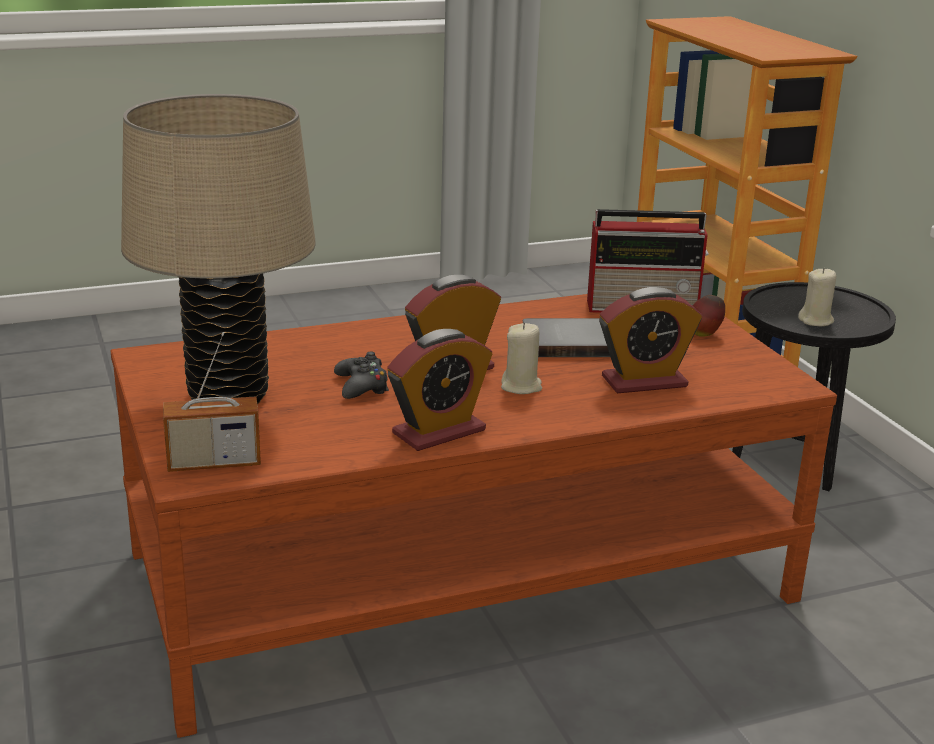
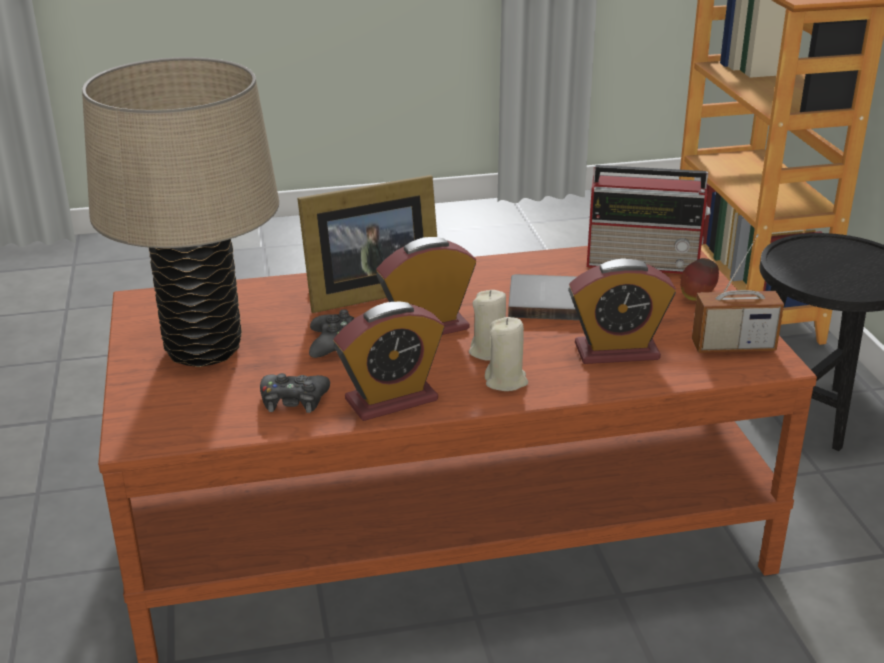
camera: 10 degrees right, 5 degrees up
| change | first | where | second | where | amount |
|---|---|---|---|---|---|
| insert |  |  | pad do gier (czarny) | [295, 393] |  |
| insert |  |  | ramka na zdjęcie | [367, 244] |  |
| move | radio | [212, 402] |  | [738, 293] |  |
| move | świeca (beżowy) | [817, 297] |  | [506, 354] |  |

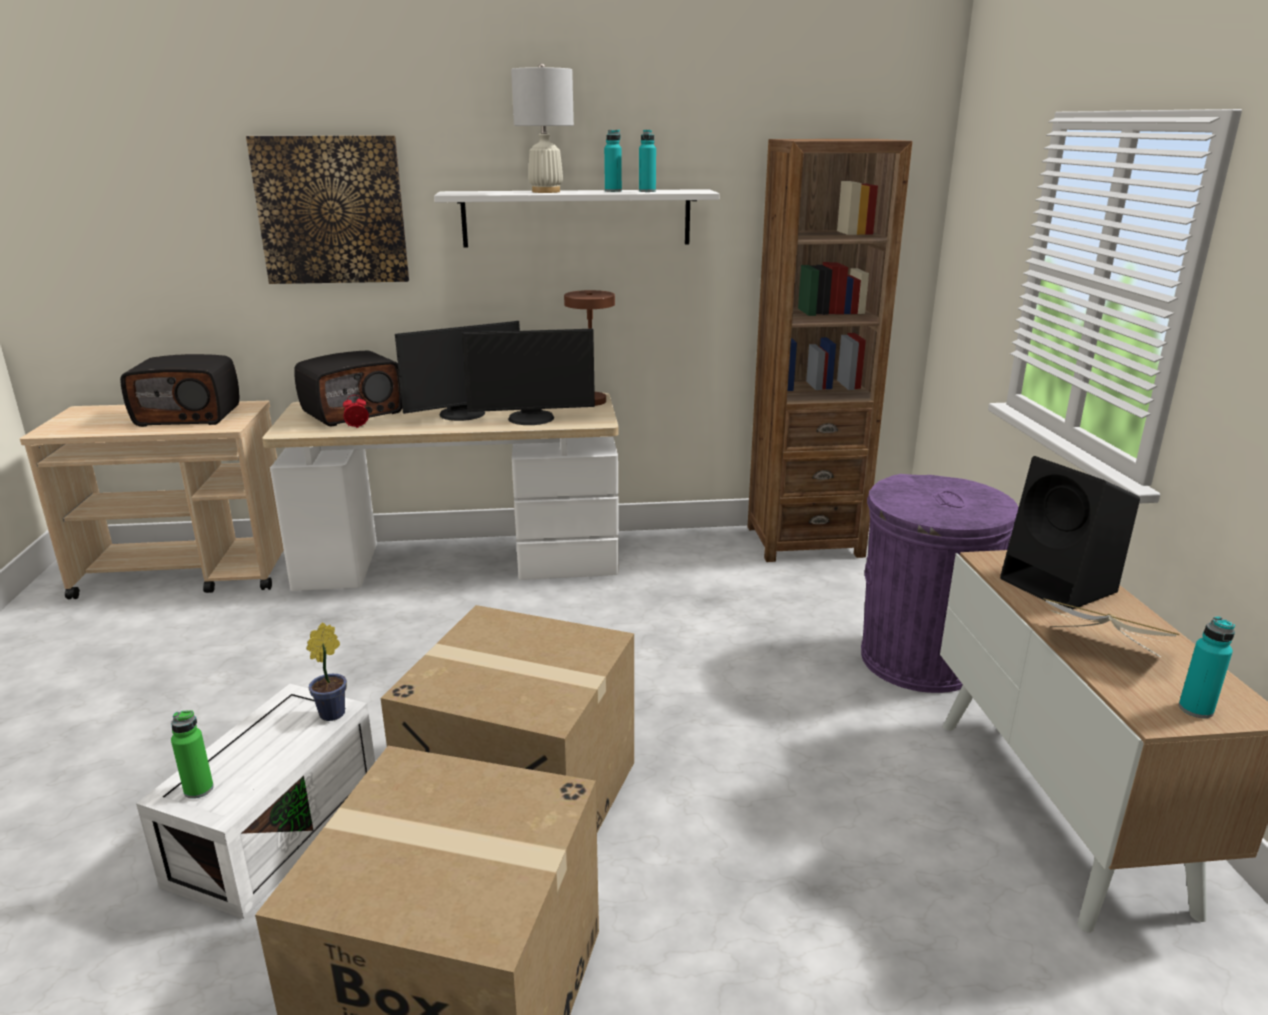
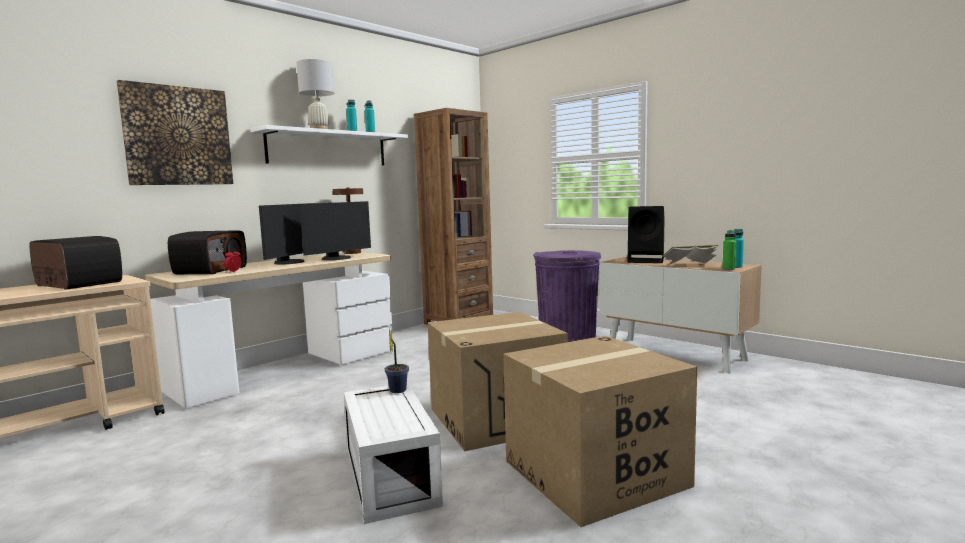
camera: 40 degrees left, 15 degrees down
| change | first | where | second | where | amount |
|---|---|---|---|---|---|
| move | butelka (zielony) | [192, 754] |  | [729, 250] |  |
| rotate | radio | [179, 390] |  | [75, 263] | 105 degrees counterclockwise |

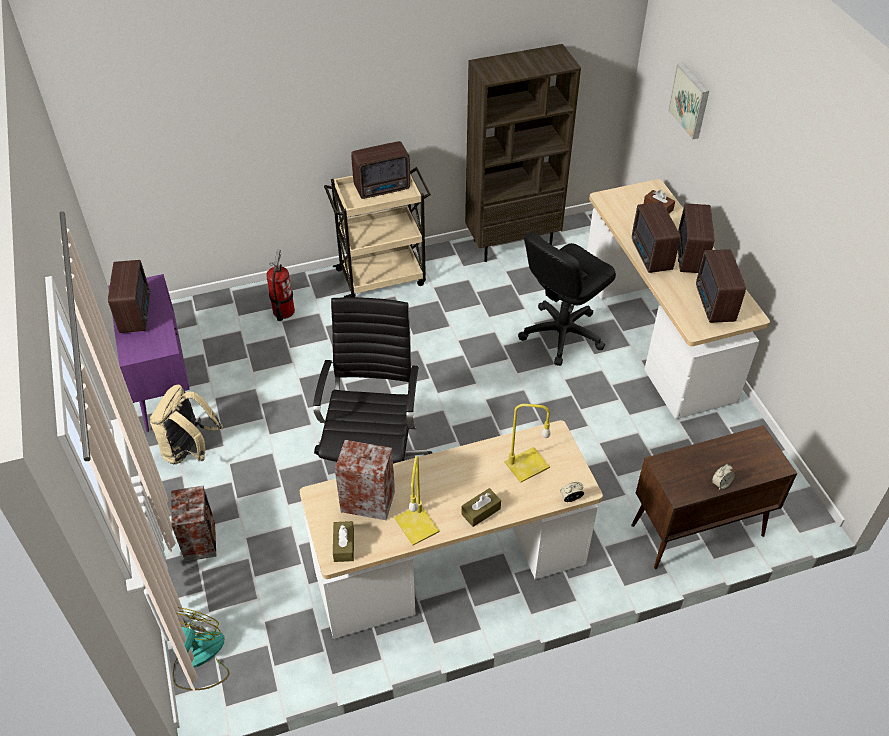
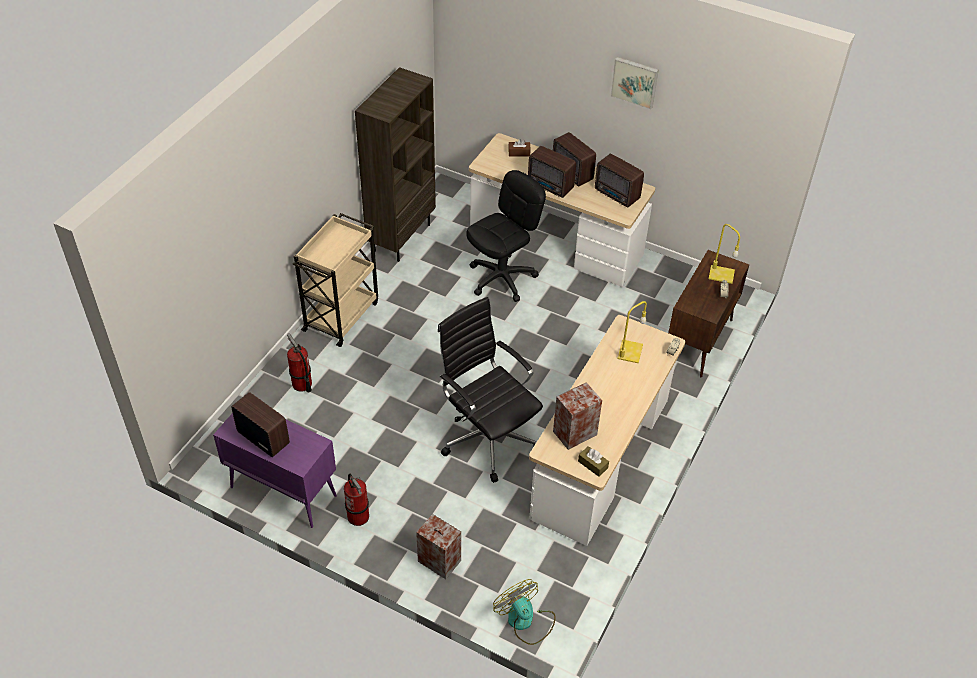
camera: 45 degrees left, 0 degrees up
| change | first | where | second | where | amount |
|---|---|---|---|---|---|
| delete | radio | [380, 170] |  |  |  |
| delete | pudełko chusteczek (brązowy) | [481, 507] |  |  |  |
| move | lampa stołowa (żółty) | [416, 500] |  | [724, 254] |  |
| move | obraz | [688, 101] |  | [634, 83] |  |
| replace | plecak (beżowy) | [186, 424] | gaśnica | [356, 500] |  |
| rotate | krzesło biurowe (czarny) | [567, 299] |  | [506, 236] | 135 degrees counterclockwise |

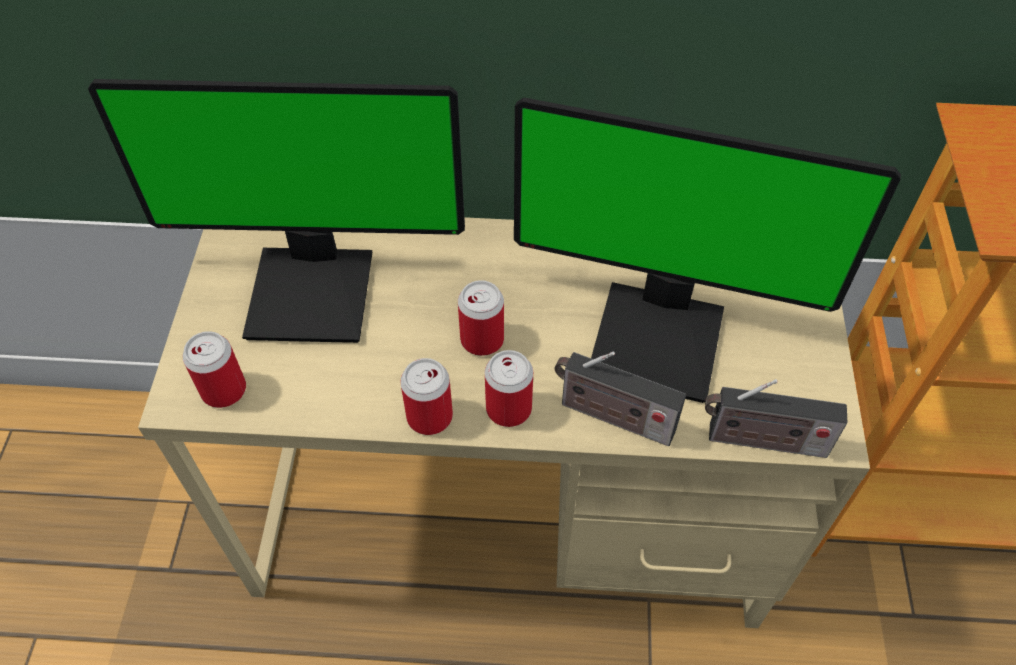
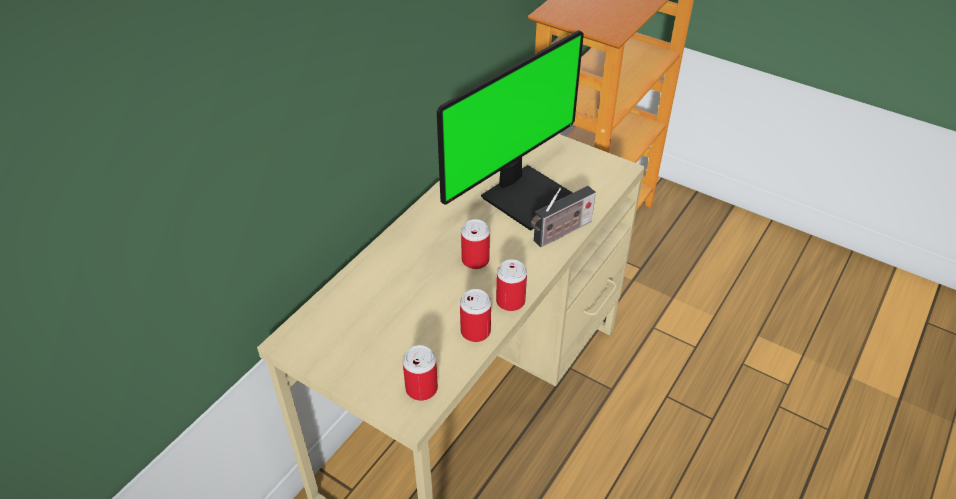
camera: 60 degrees left, 10 degrees down
| change | first | where | second | where | amount |
|---|---|---|---|---|---|
| delete | monitor | [276, 211] |  |  |  |
| delete | radio | [776, 418] |  |  |  |
| move | puszka | [509, 388] |  | [475, 315] |  |

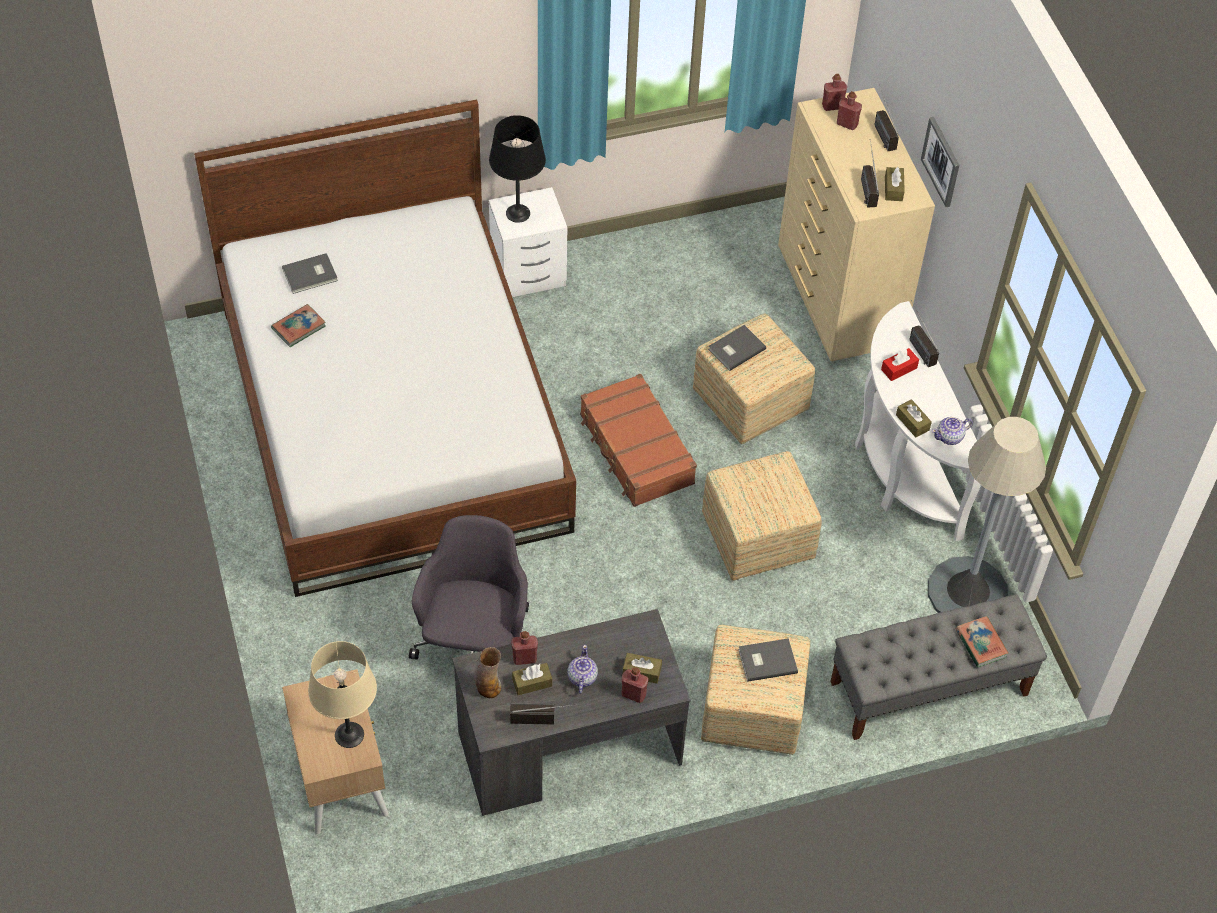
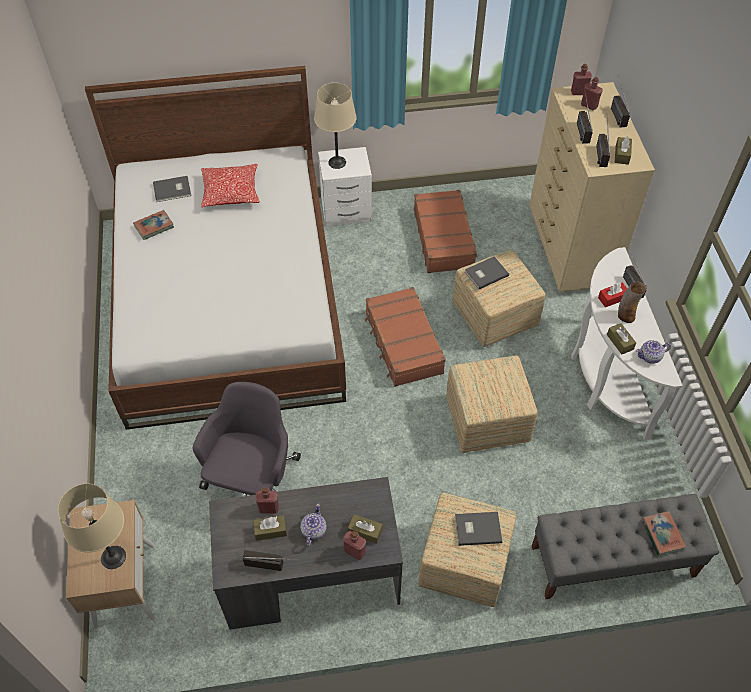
camera: 10 degrees right, 0 degrees up
| change | first | where | second | where | amount |
|---|---|---|---|---|---|
| delete | obraz | [940, 162] |  |  |  |
| delete | lampa stojąca (szary) | [987, 515] |  |  |  |
| insert |  |  | poduszka | [230, 185] |  |
| insert |  |  | walizka (brązowy) | [445, 231] |  |
| insert |  |  | radio | [585, 118] |  |
| move | wazon | [487, 672] |  | [632, 302] |  |
| recolor | lampa stołowa (czarny) | [517, 169] | lampa stołowa (beżowy) | [335, 126] |  |

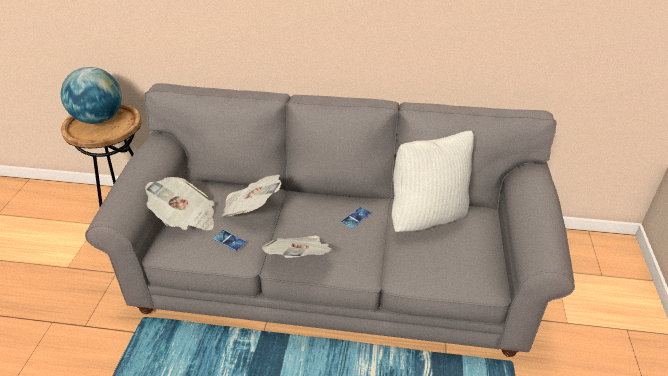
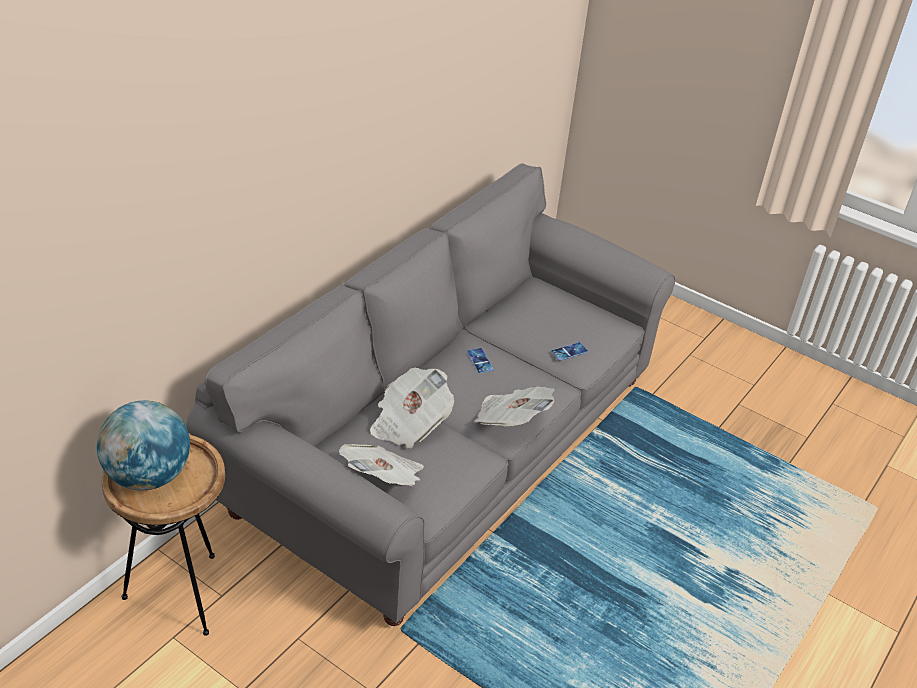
camera: 65 degrees left, 0 degrees up
| change | first | where | second | where | amount |
|---|---|---|---|---|---|
| delete | poduszka (biały) | [433, 181] |  |  |  |
| move | telefon | [230, 240] |  | [569, 351] |  |

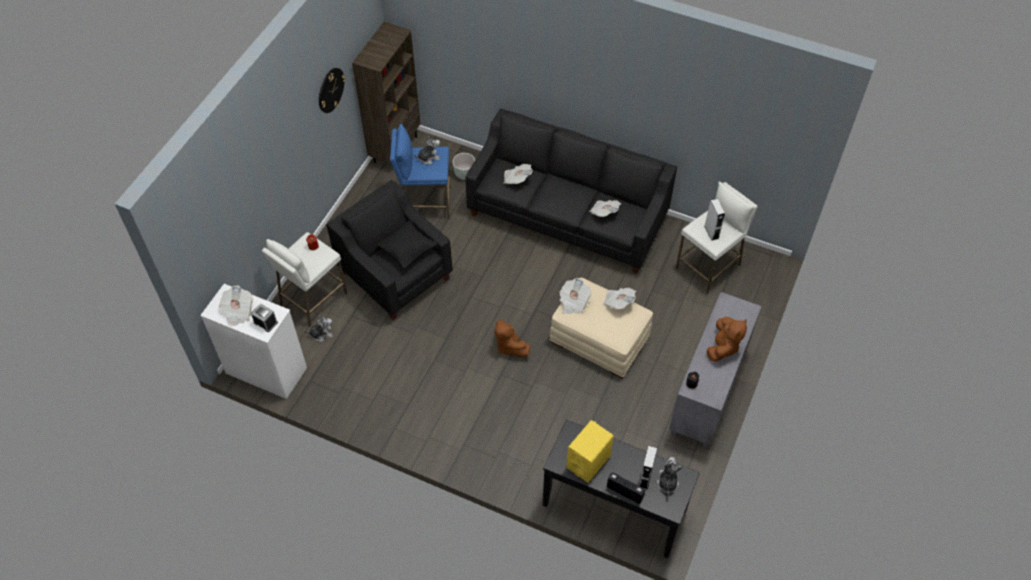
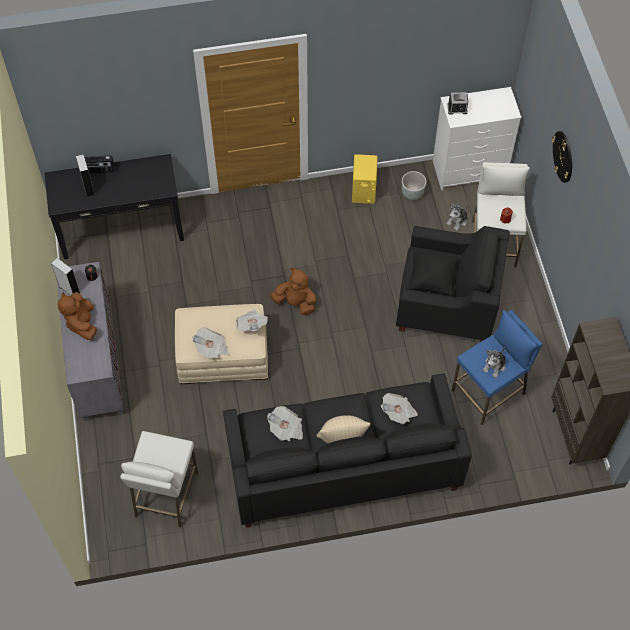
camera: 145 degrees right, 5 degrees up
| change | first | where | second | where | amount |
|---|---|---|---|---|---|
| delete | gazeta | [236, 306] |  |  |  |
| delete | pluszak | [669, 476] |  |  |  |
| insert |  |  | poduszka (beżowy) | [343, 429] |  |
| move | zegar ścienny | [332, 90] |  | [562, 157] |  |
| move | donica (szary) | [464, 166] |  | [414, 185] |  |
| move | głośnik (żółty) | [590, 451] |  | [365, 179] |  |
| move | głośnik (szary) | [714, 220] |  | [65, 277] |  |

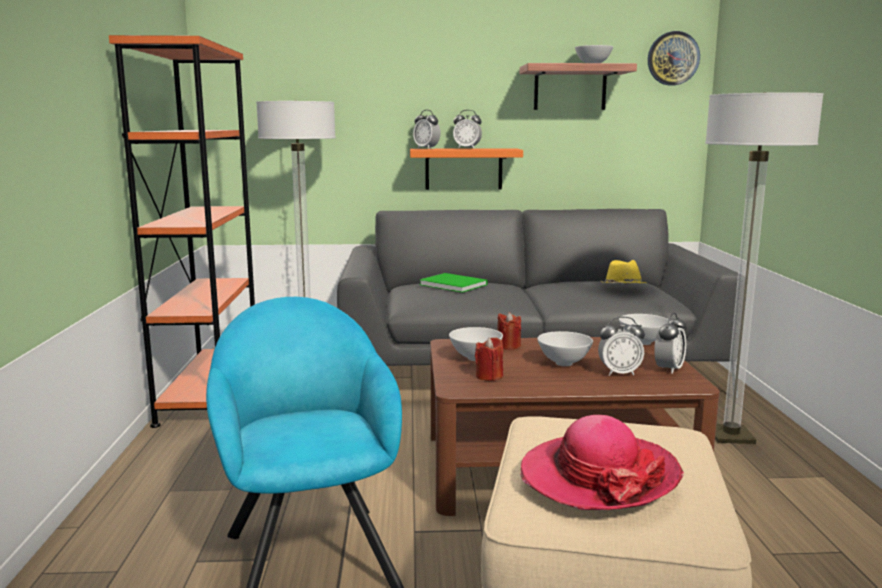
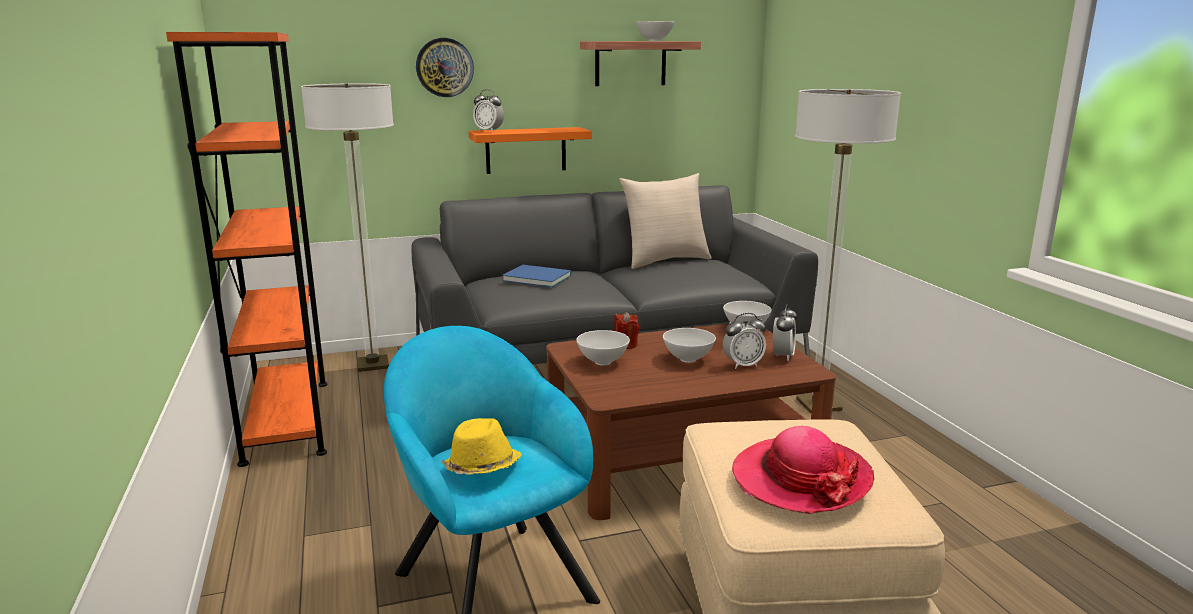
camera: 15 degrees left, 5 degrees up
| change | first | where | second | where | amount |
|---|---|---|---|---|---|
| delete | budzik | [467, 129] |  |  |  |
| delete | świeca (czerwony) | [489, 359] |  |  |  |
| insert |  |  | poduszka (beżowy) | [665, 221] |  |
| move | kapelusz (żółty) | [623, 271] |  | [481, 446] |  |
| move | zegar ścienny | [674, 58] |  | [445, 67] |  |
| recolor | książka (zielony) | [454, 282] | książka (niebieski) | [537, 276] |  |

